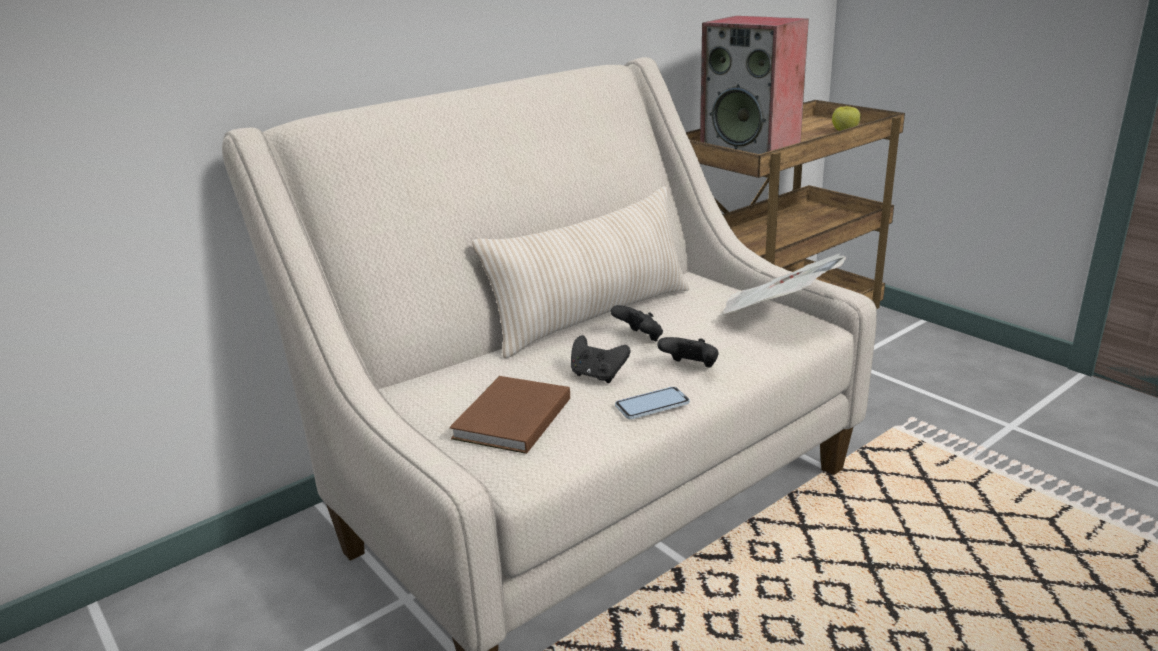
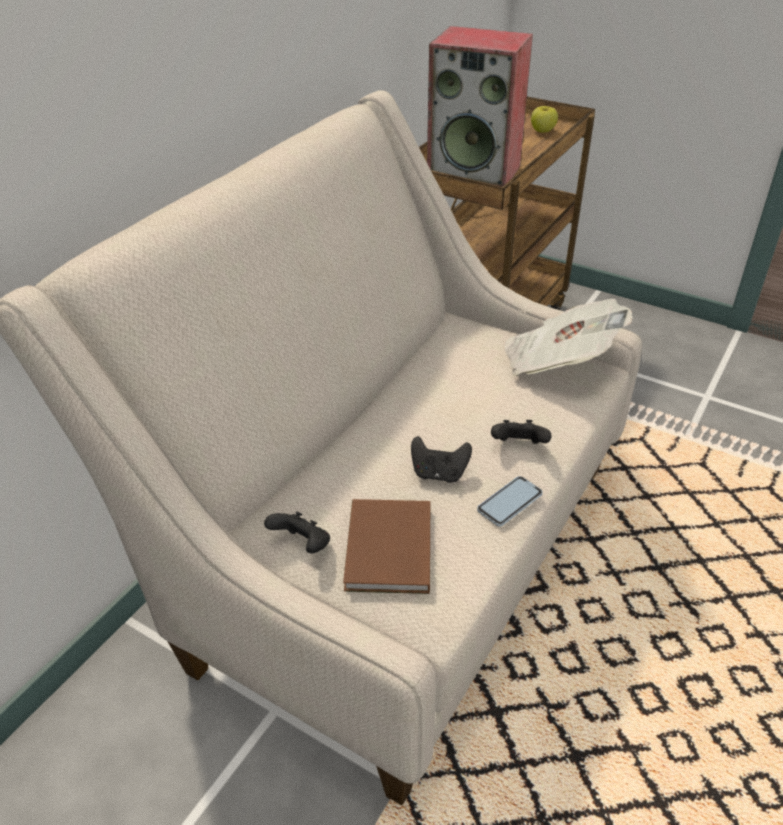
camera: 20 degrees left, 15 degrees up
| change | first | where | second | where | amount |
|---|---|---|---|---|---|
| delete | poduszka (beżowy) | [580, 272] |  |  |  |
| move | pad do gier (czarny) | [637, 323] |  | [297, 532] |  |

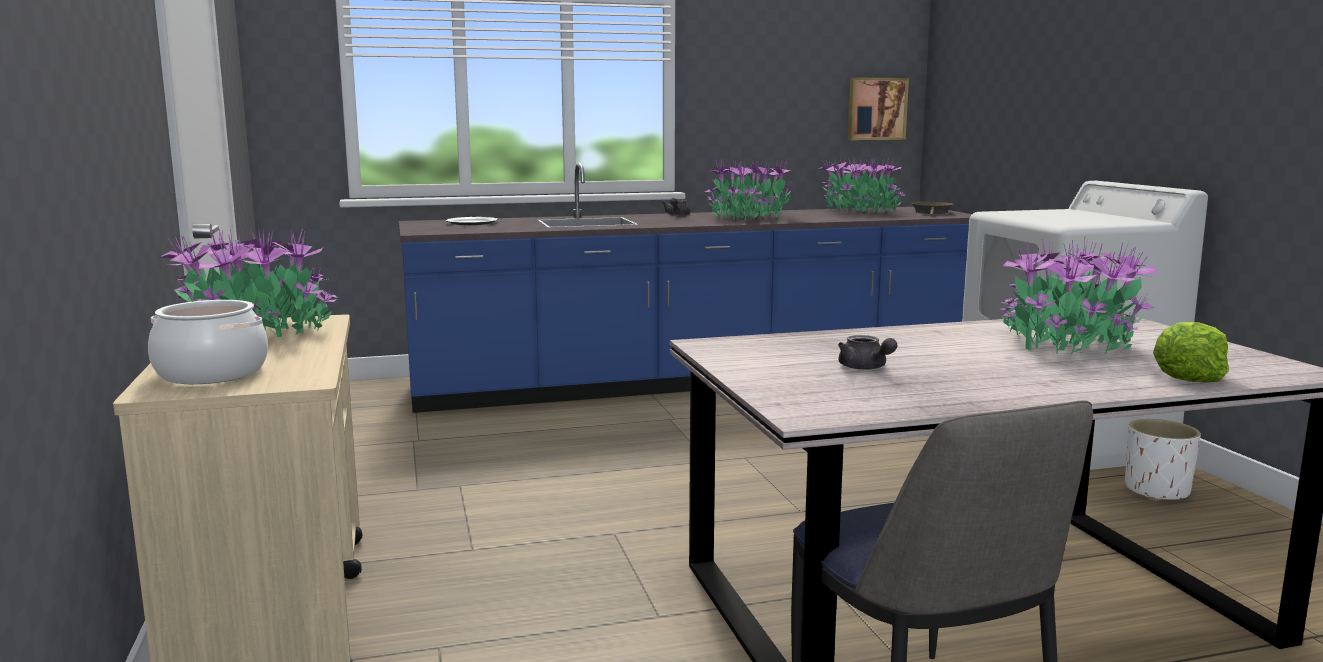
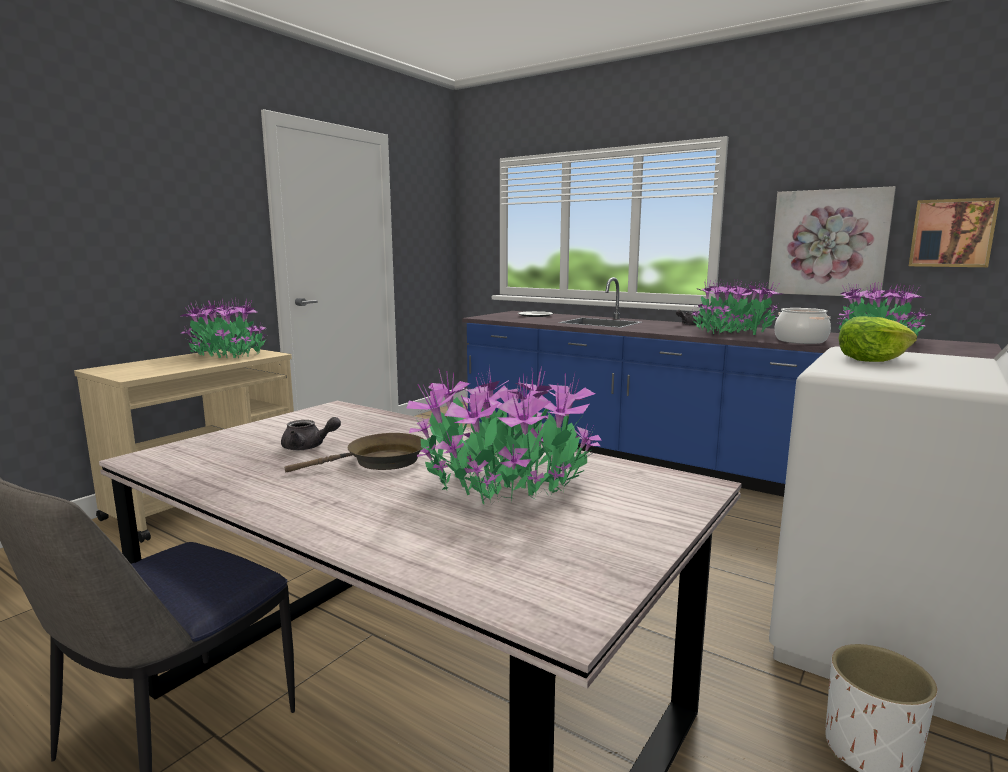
camera: 50 degrees right, 0 degrees up
| change | first | where | second | where | amount |
|---|---|---|---|---|---|
| insert |  |  | obraz | [832, 241] |  |
| move | garnek | [208, 342] |  | [802, 326] |  |
| move | patelnia (brązowy) | [932, 209] |  | [354, 452] |  |
| move | sałata | [1191, 352] |  | [877, 339] |  |
| rotate | imbryk (szary) | [867, 352] |  | [311, 433] | 105 degrees counterclockwise |

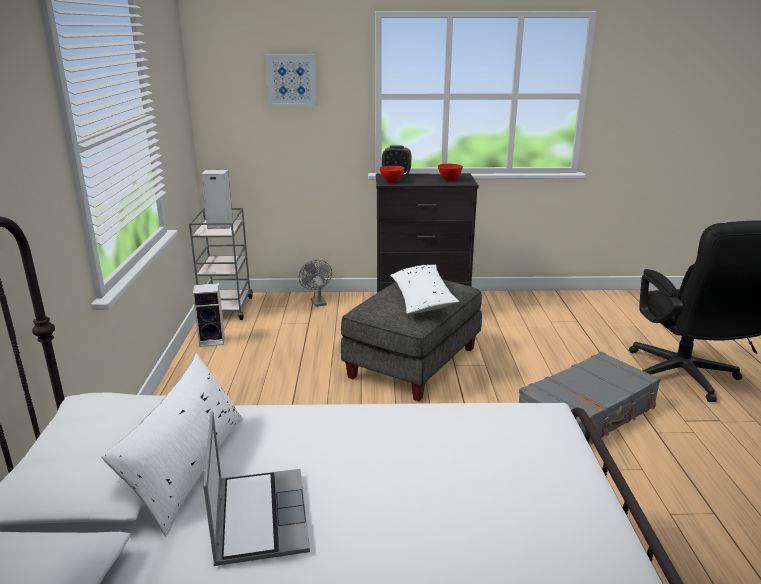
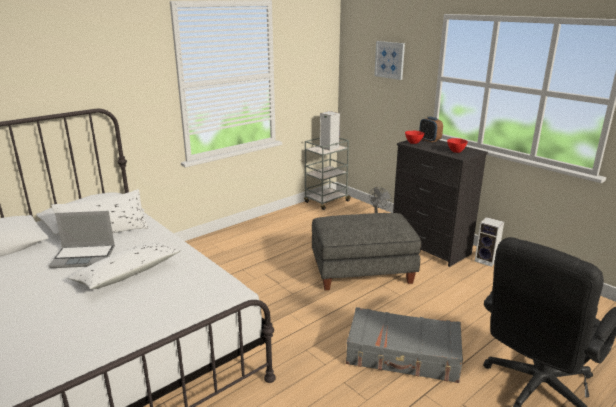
camera: 50 degrees right, 0 degrees up
| change | first | where | second | where | amount |
|---|---|---|---|---|---|
| move | głośnik | [209, 315] |  | [489, 242] |  |
| move | poduszka (biały) | [424, 289] |  | [124, 266] |  |
| rotate | laptop | [256, 488] |  | [82, 239] | 45 degrees clockwise |

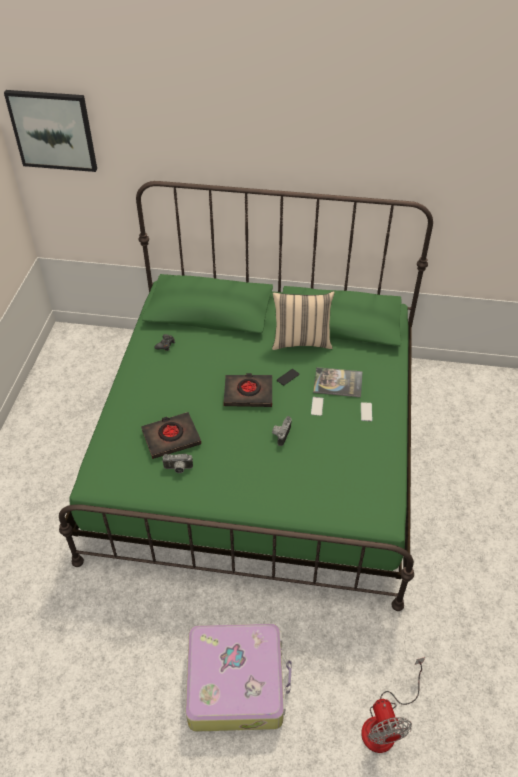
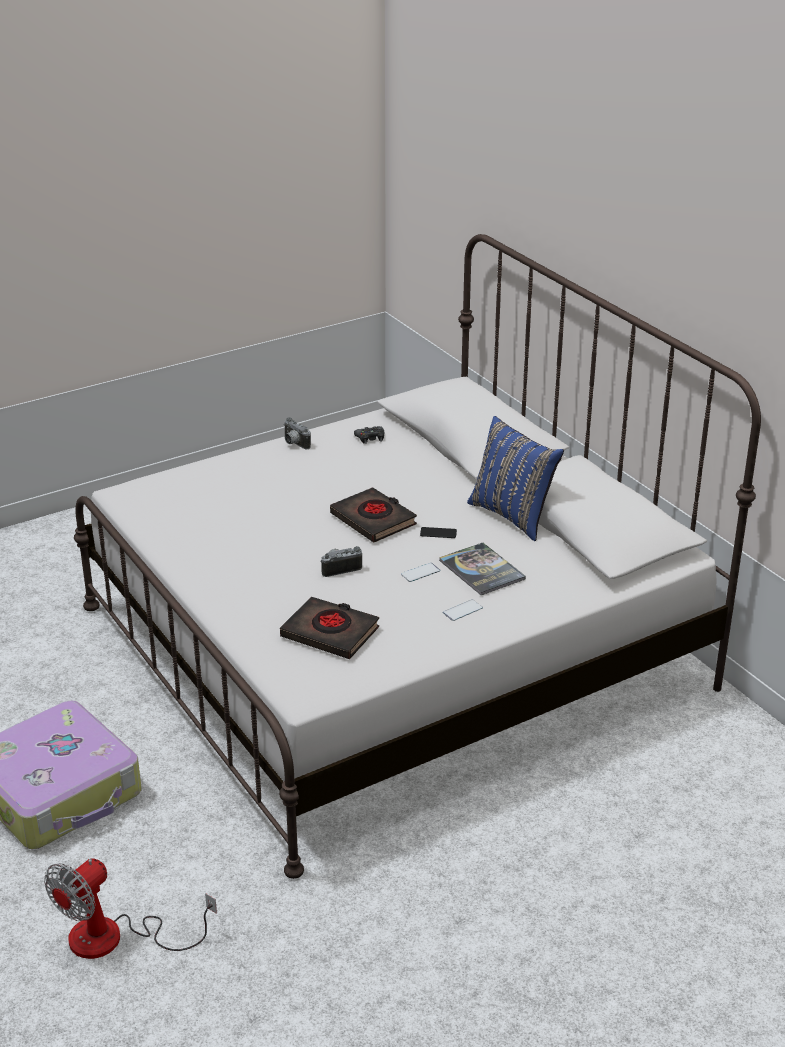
camera: 50 degrees right, 15 degrees down
| change | first | where | second | where | amount |
|---|---|---|---|---|---|
| delete | obraz | [50, 131] |  |  |  |
| move | książka (czarny) | [171, 435] |  | [329, 628] |  |
| move | aparat fotograficzny | [177, 463] |  | [297, 433] |  |
| recolor | łóżko (zielony) | [246, 396] | łóżko (biały) | [417, 556] |  |
| recolor | poduszka (beżowy) | [303, 320] | poduszka (niebieski) | [515, 478] |  |

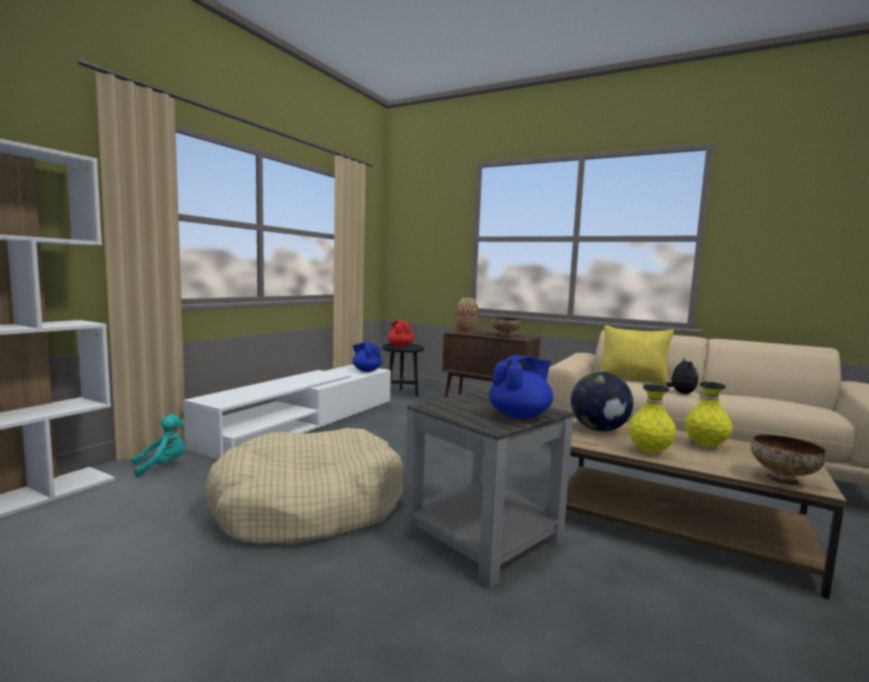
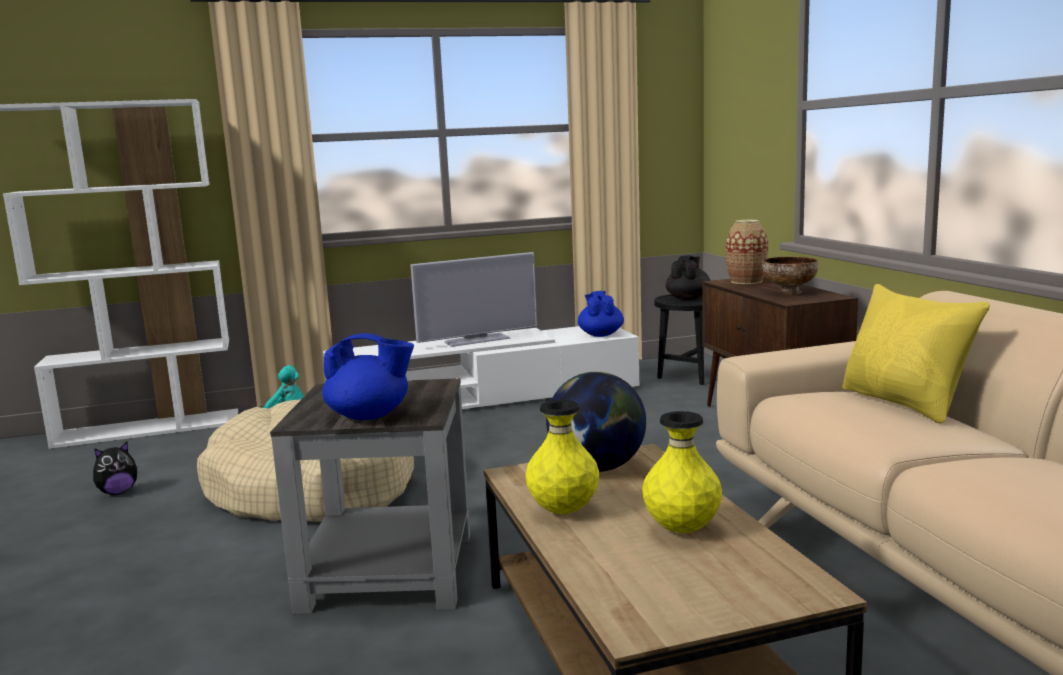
camera: 45 degrees right, 5 degrees up
| change | first | where | second | where | amount |
|---|---|---|---|---|---|
| delete | miska | [789, 459] |  |  |  |
| insert |  |  | telewizor | [473, 299] |  |
| move | pluszak | [682, 375] |  | [115, 468] |  |
| recolor | imbryk (czerwony) | [401, 333] | imbryk (czarny) | [688, 278] |  |

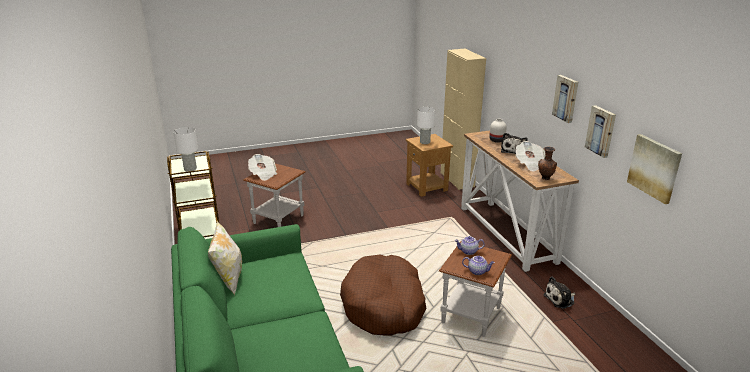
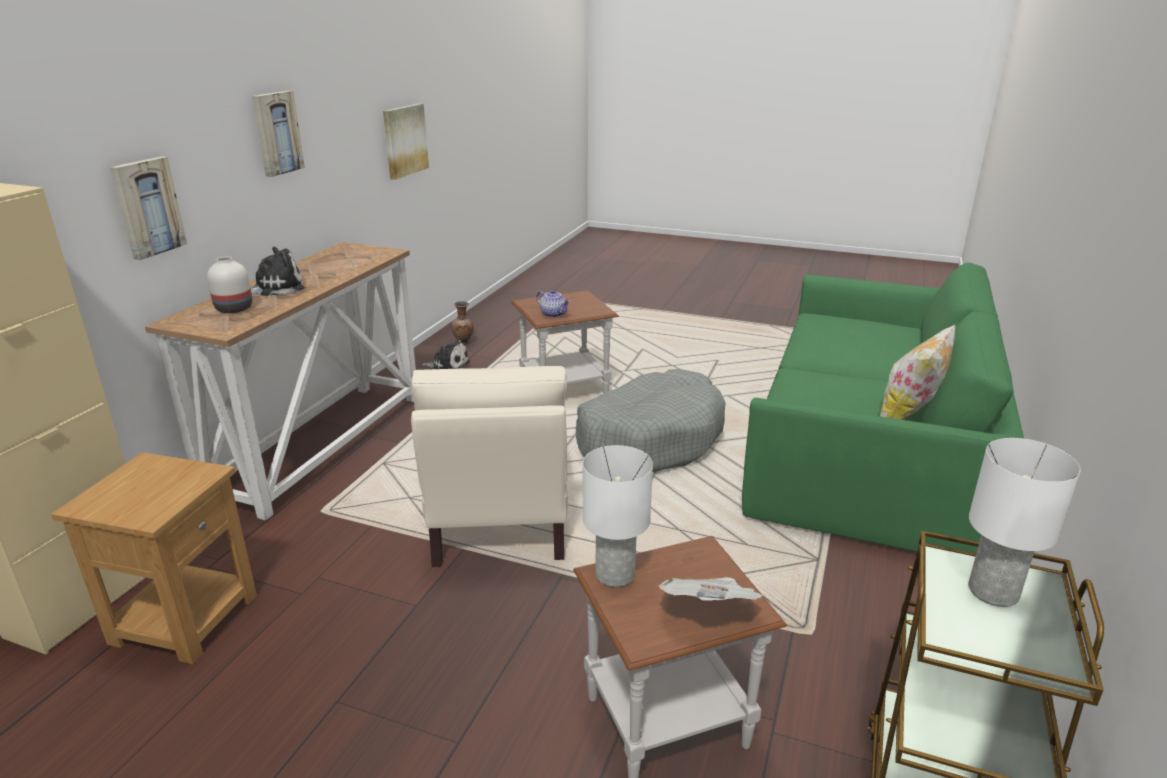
camera: 140 degrees left, 0 degrees up
| change | first | where | second | where | amount |
|---|---|---|---|---|---|
| delete | imbryk | [478, 265] |  |  |  |
| delete | gazeta | [530, 156] |  |  |  |
| insert |  |  | fotel (beżowy) | [489, 466] |  |
| move | lampa stołowa (biały) | [426, 125] |  | [618, 516] |  |
| move | wazon (brązowy) | [547, 163] |  | [462, 322] |  |
| move | obraz | [600, 131] |  | [148, 208] |  |
| recolor | legowisko (brązowy) | [383, 295] | legowisko (szary) | [650, 420] |  |

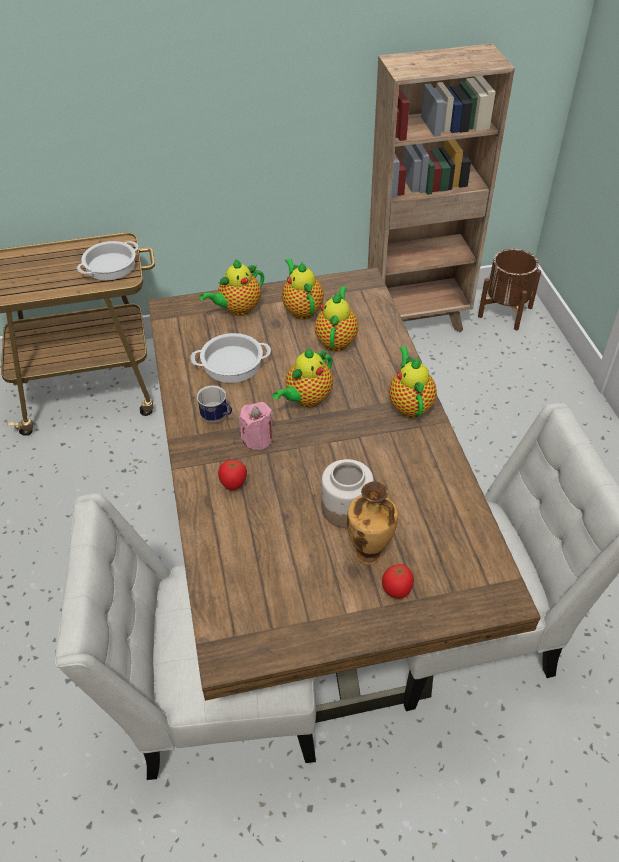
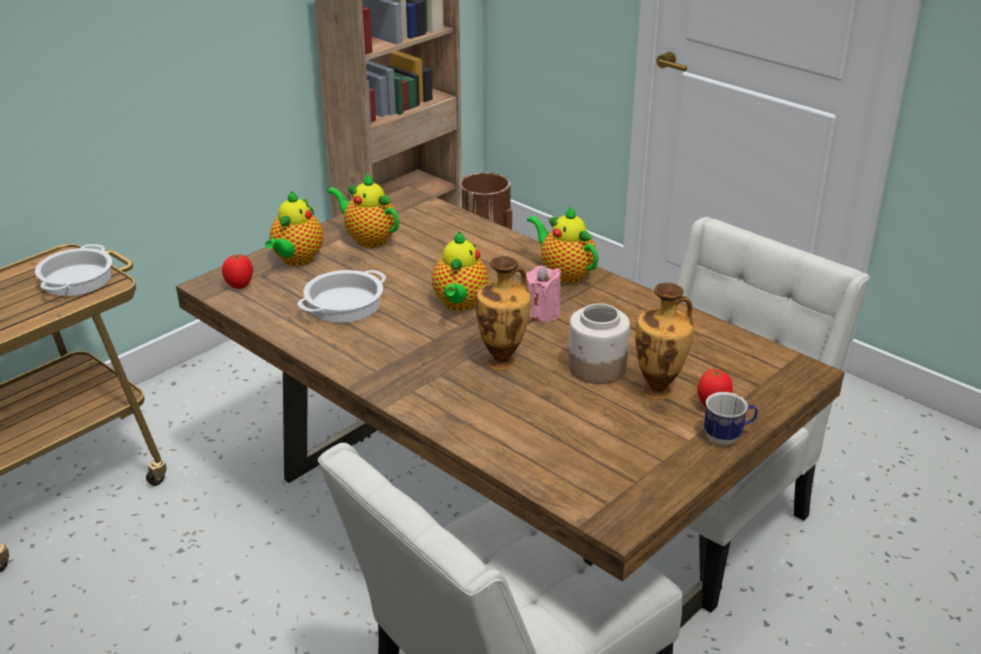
camera: 35 degrees left, 15 degrees down
| change | first | where | second | where | amount |
|---|---|---|---|---|---|
| delete | imbryk | [336, 319] |  |  |  |
| insert |  |  | wazon | [503, 313] |  |
| move | kubek | [214, 404] |  | [731, 418] |  |
| move | pomidor | [232, 474] |  | [237, 271] |  |
| move | świeca (różowy) | [256, 426] |  | [543, 293] |  |

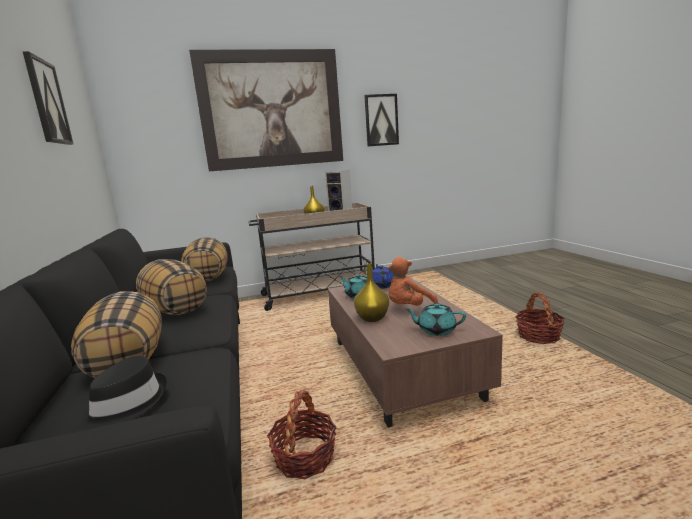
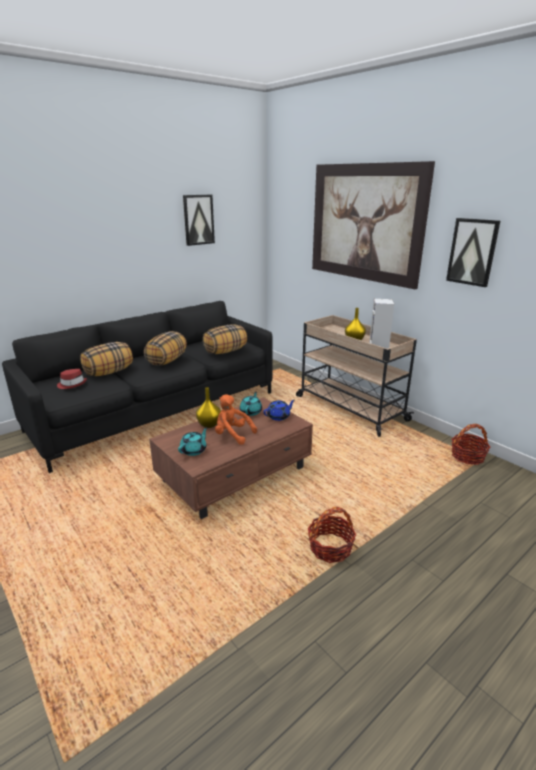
camera: 65 degrees right, 10 degrees up
| change | first | where | second | where | amount |
|---|---|---|---|---|---|
| move | koszyk | [301, 435] |  | [470, 444] |  |
| recolor | kapelusz (czarny) | [123, 393] | kapelusz (czerwony) | [72, 379] |  |
| rotate | imbryk (turkusowy) | [435, 319] |  | [192, 441] | 45 degrees clockwise |

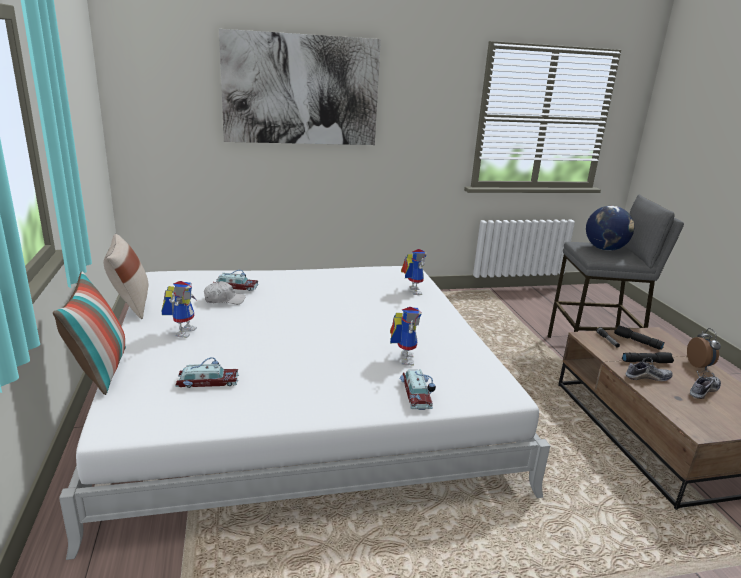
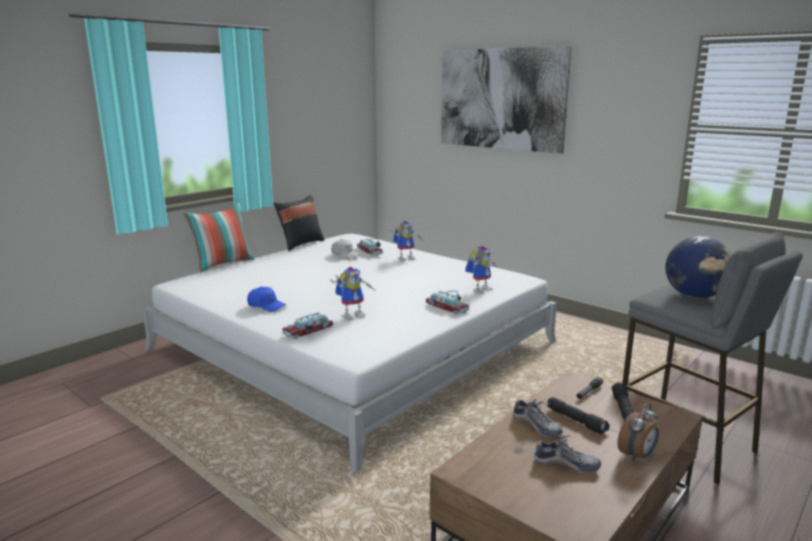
camera: 55 degrees right, 5 degrees down
| change | first | where | second | where | amount |
|---|---|---|---|---|---|
| insert |  |  | czapka z daszkiem (niebieski) | [266, 299] |  |
| move | robot zabawkowy | [179, 309] |  | [407, 241] |  |
| move | samochodzik | [207, 372] |  | [447, 302] |  |
| recolor | poduszka (beżowy) | [126, 276] | poduszka (czarny) | [298, 223] |  |

